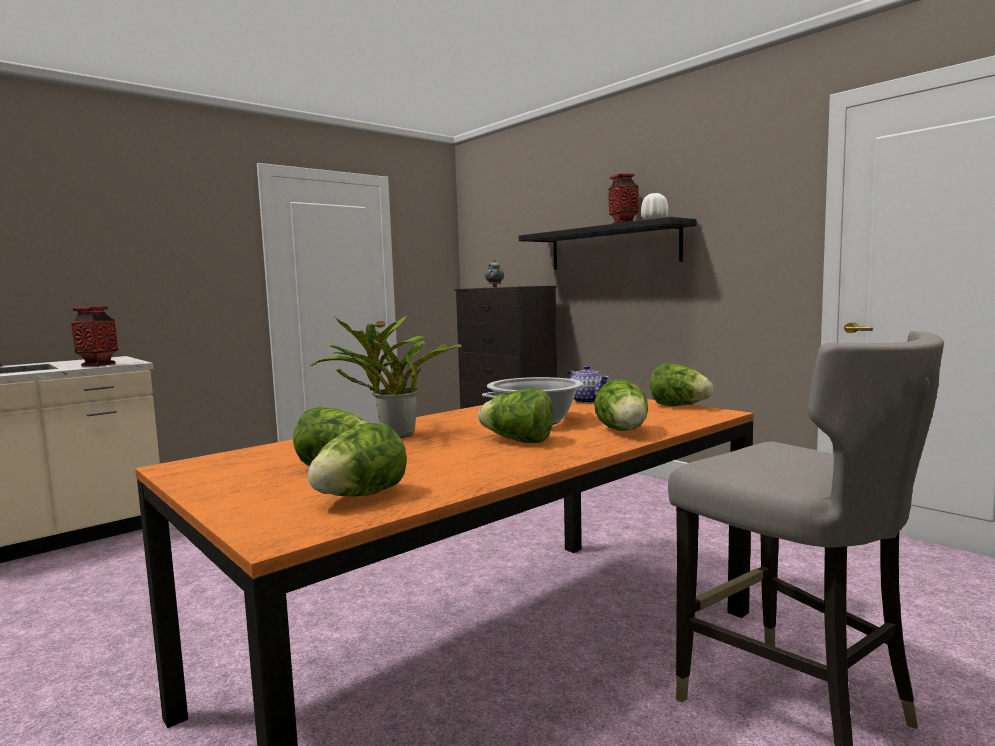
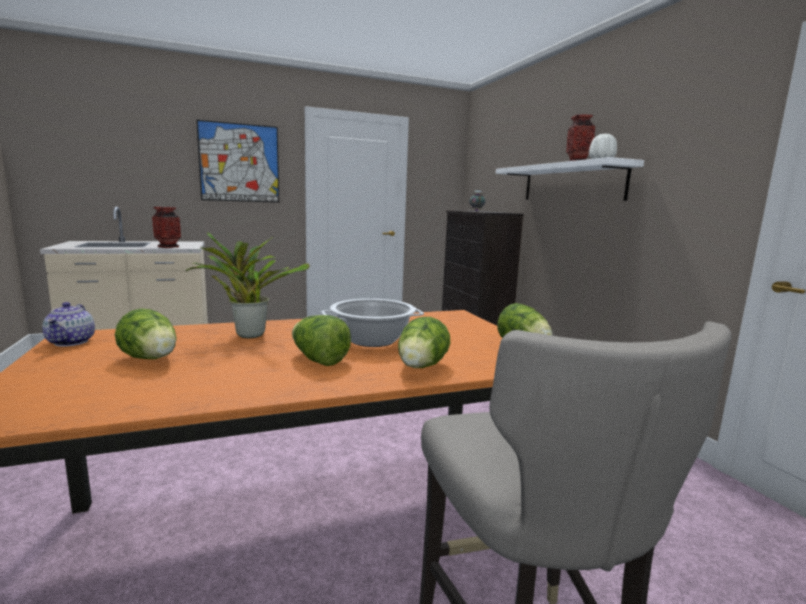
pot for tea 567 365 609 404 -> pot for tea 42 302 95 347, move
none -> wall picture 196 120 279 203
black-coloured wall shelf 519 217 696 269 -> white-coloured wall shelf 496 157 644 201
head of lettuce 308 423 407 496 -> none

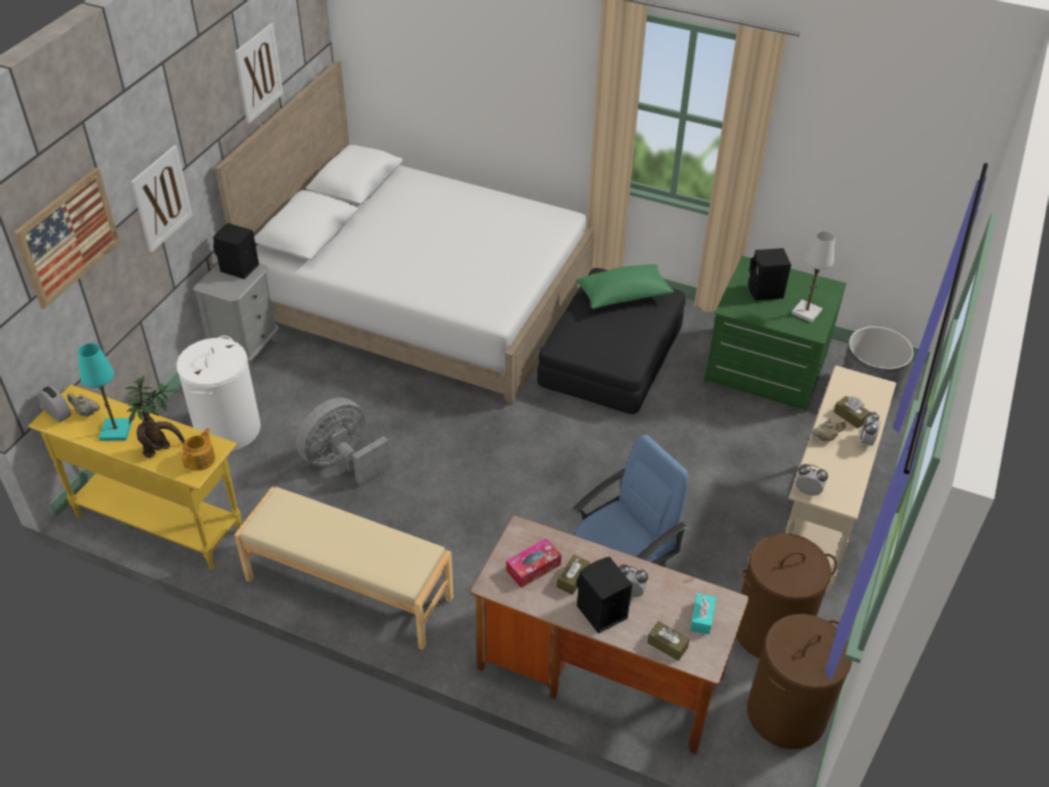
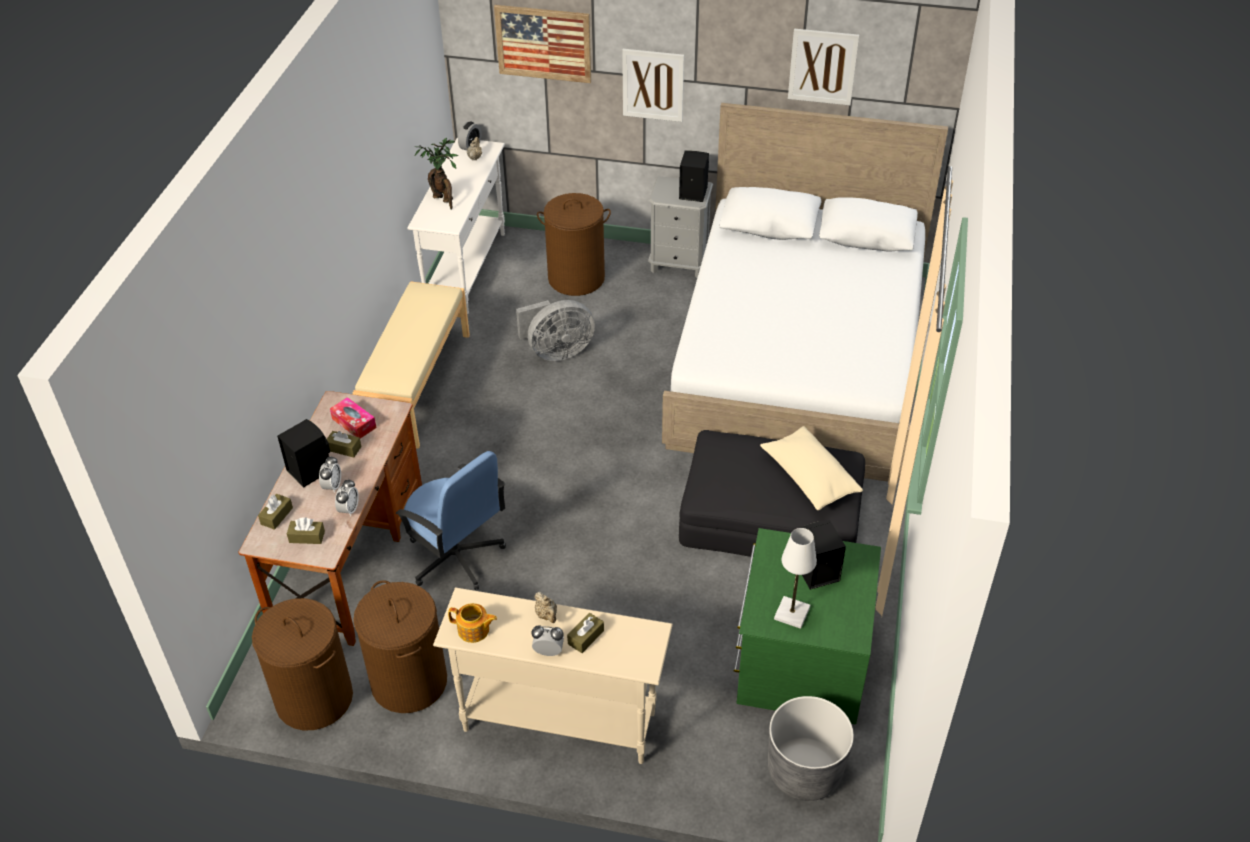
blue-green box of tissues 690 593 716 635 -> brown box of tissues 287 517 325 544
table clock 796 464 828 496 -> table clock 335 479 359 517, move
yellow console table 28 385 242 570 -> white-coloured console table 407 138 505 314
pot for tea 182 428 215 471 -> pot for tea 448 603 497 643, move
grey cooling fan 296 398 391 486 -> grey cooling fan 516 300 595 361, 120 degrees clockwise
white-coloured hamper 176 335 261 451 -> brown hamper 537 193 611 296
green cushion 576 264 674 309 -> beige cushion 760 426 863 510
blue-green tabletop lamp 78 343 132 441 -> none

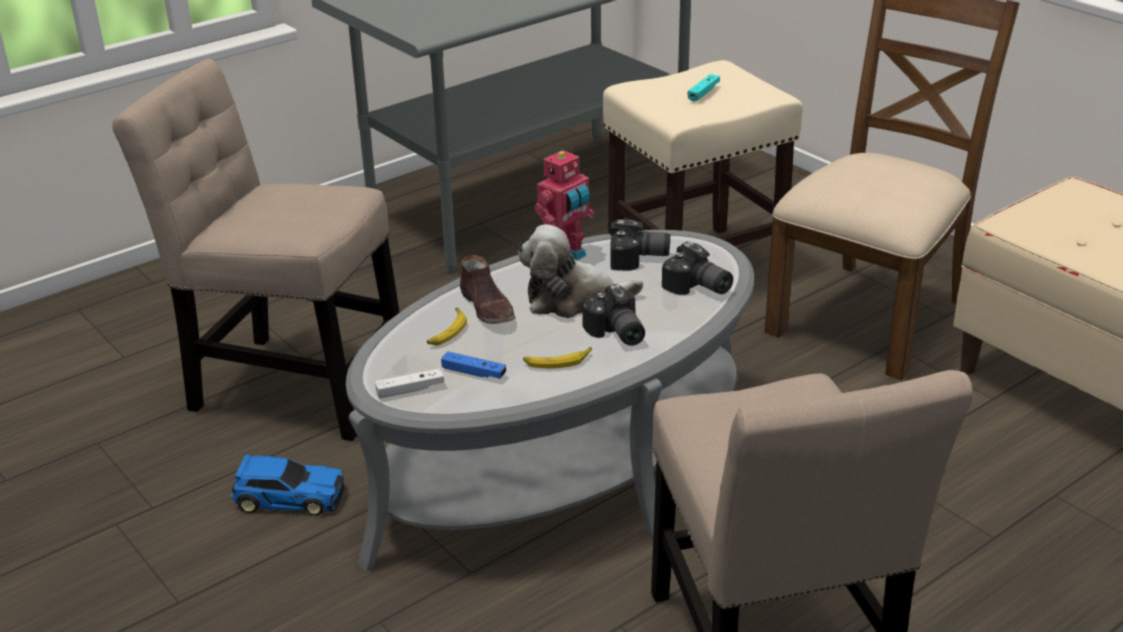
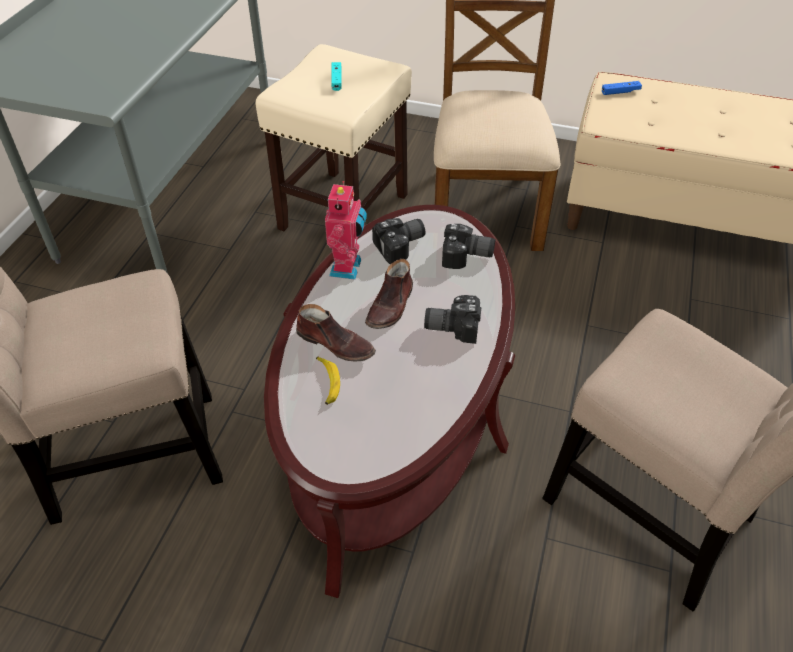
grey coffee table 346 230 754 572 -> brown coffee table 264 205 515 598
plush toy 518 224 643 318 -> brown item of footwear 365 259 413 329
photo camera 582 284 645 346 -> photo camera 424 295 481 344, 150 degrees clockwise
blue joypad 441 351 506 379 -> blue joypad 602 81 642 95, move
miniature car 231 454 345 516 -> none
white-coloured joypad 375 368 444 398 -> none
banana fruit 523 347 592 368 -> none

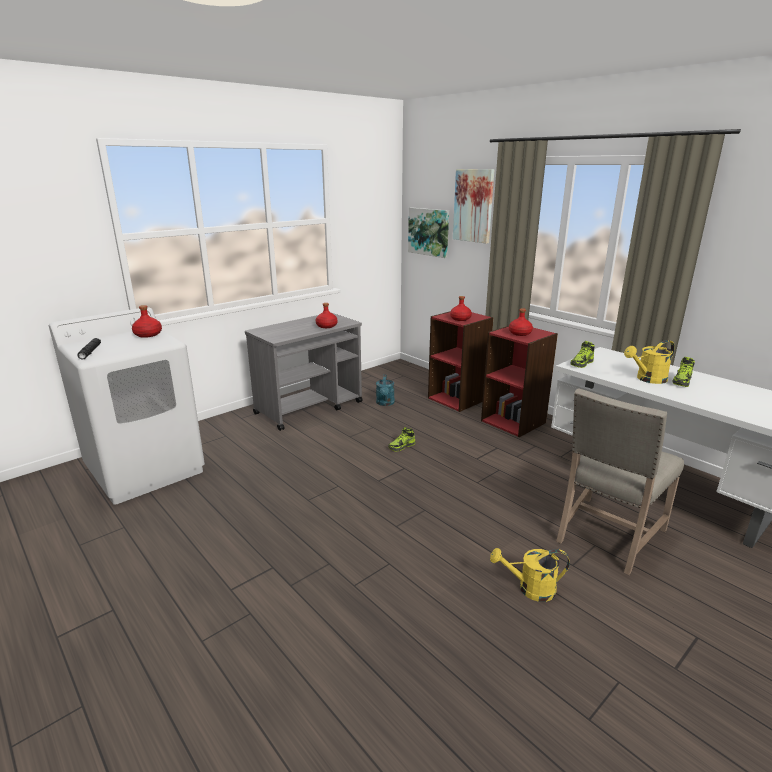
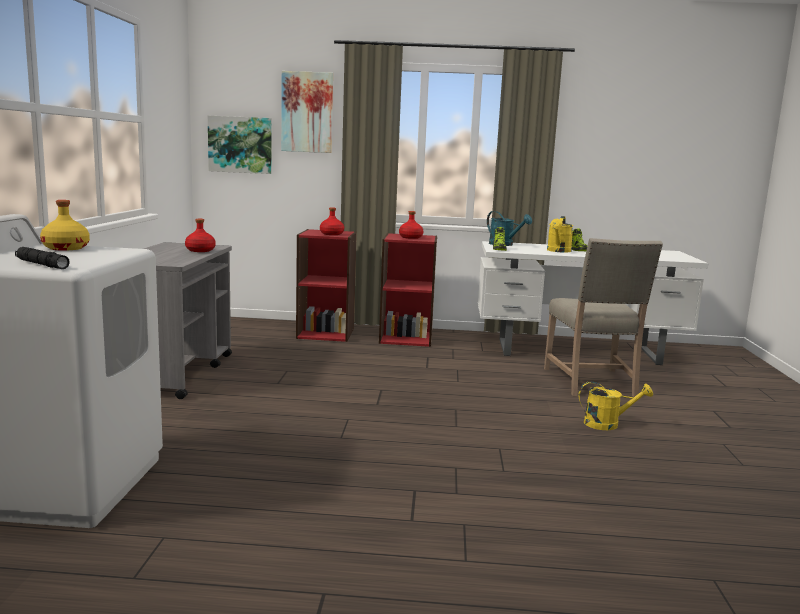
red beverage bottle 132 305 162 338 -> yellow beverage bottle 40 200 90 251
blue-green watering can 376 374 395 406 -> blue-green watering can 487 211 532 246, move
yellow watering can 490 548 570 602 -> yellow watering can 579 381 653 430, 135 degrees counterclockwise
item of footwear 388 427 416 451 -> none

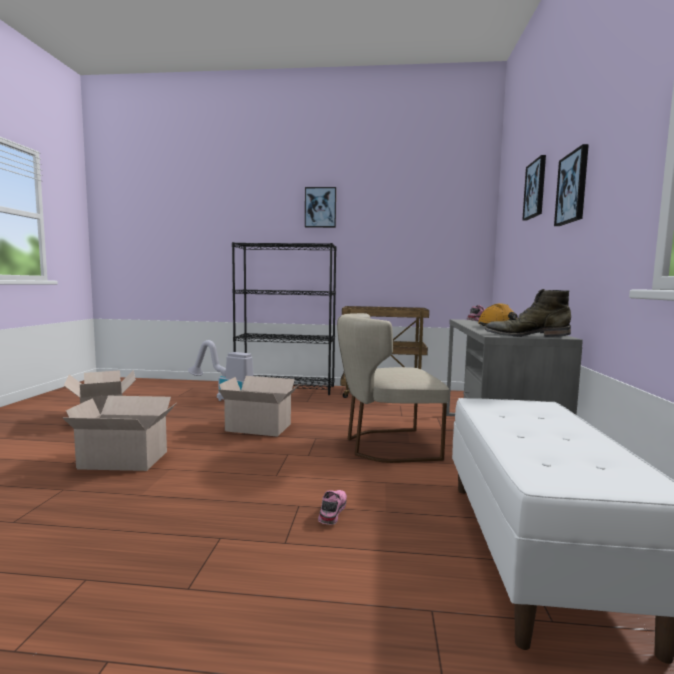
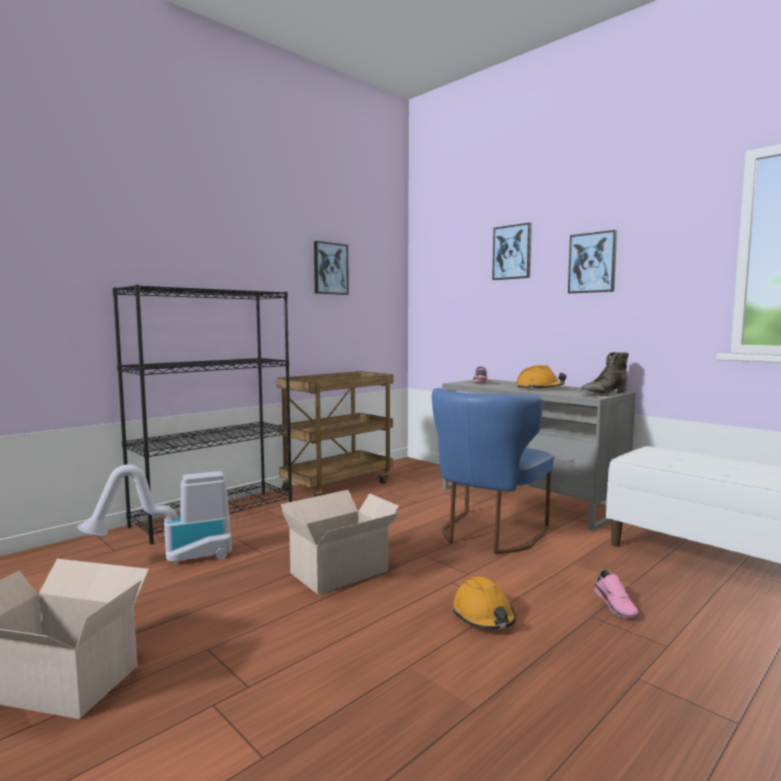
wall picture 305 187 336 228 -> wall picture 314 241 349 295, move
beige chair 337 313 449 463 -> blue chair 432 388 554 554
none -> orange-coloured work helmet 453 577 516 629
pinkish item of footwear 318 490 347 525 -> pinkish item of footwear 594 570 639 618, 150 degrees counterclockwise
carton 62 396 176 471 -> none

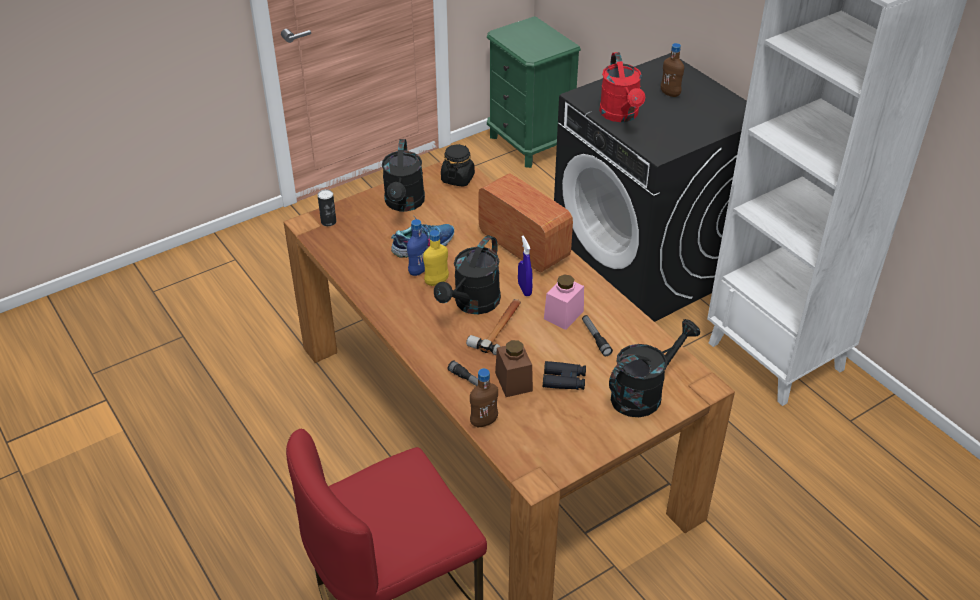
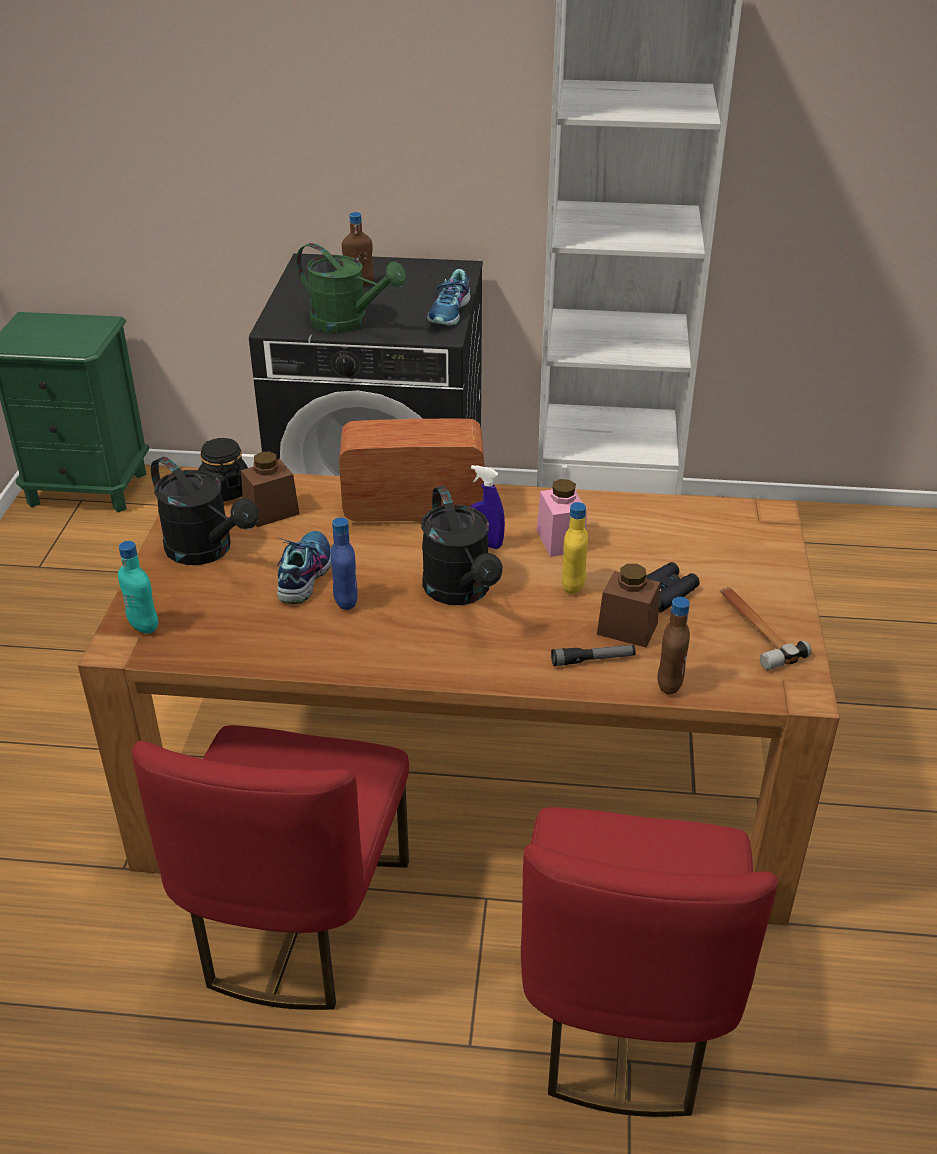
metal can 317 189 336 226 -> blue-green beverage bottle 118 541 158 634
none -> red chair 132 725 409 1010
none -> brown preserve jar 241 451 299 527
red watering can 599 52 645 122 -> green watering can 296 243 406 333
none -> item of footwear 427 269 471 326
yellow beverage bottle 423 230 449 286 -> yellow beverage bottle 562 502 588 594, move
tool hammer 466 299 521 355 -> tool hammer 720 587 812 670, move
flashlight 582 315 613 356 -> none
black-coloured watering can 609 319 700 417 -> none

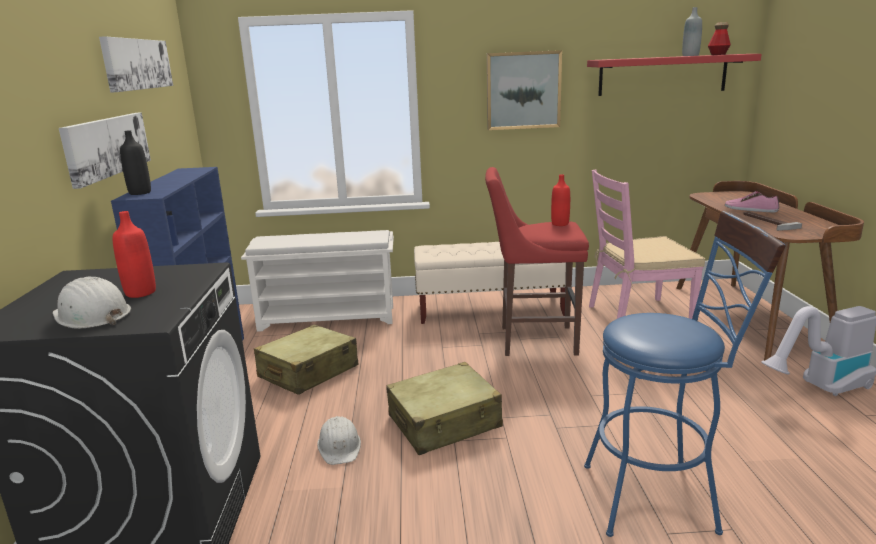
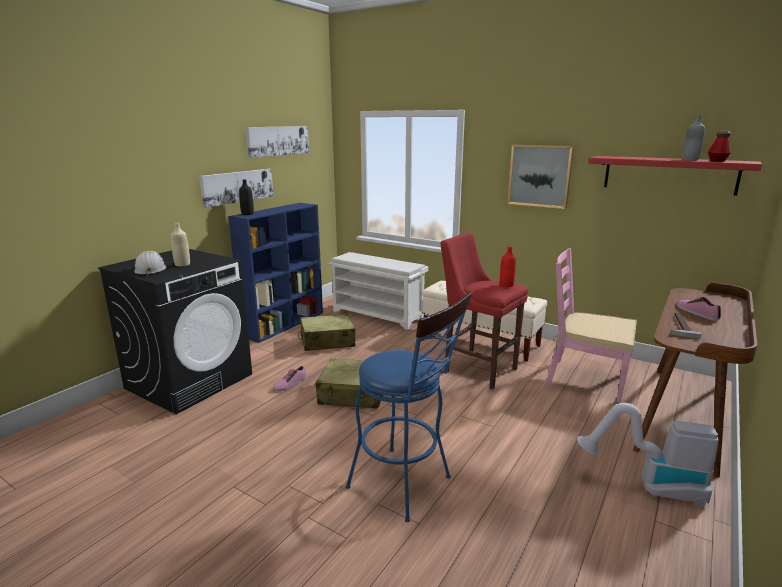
red beverage bottle 112 211 156 298 -> beige beverage bottle 171 223 190 267
white-coloured work helmet 317 416 361 465 -> item of footwear 273 366 307 392

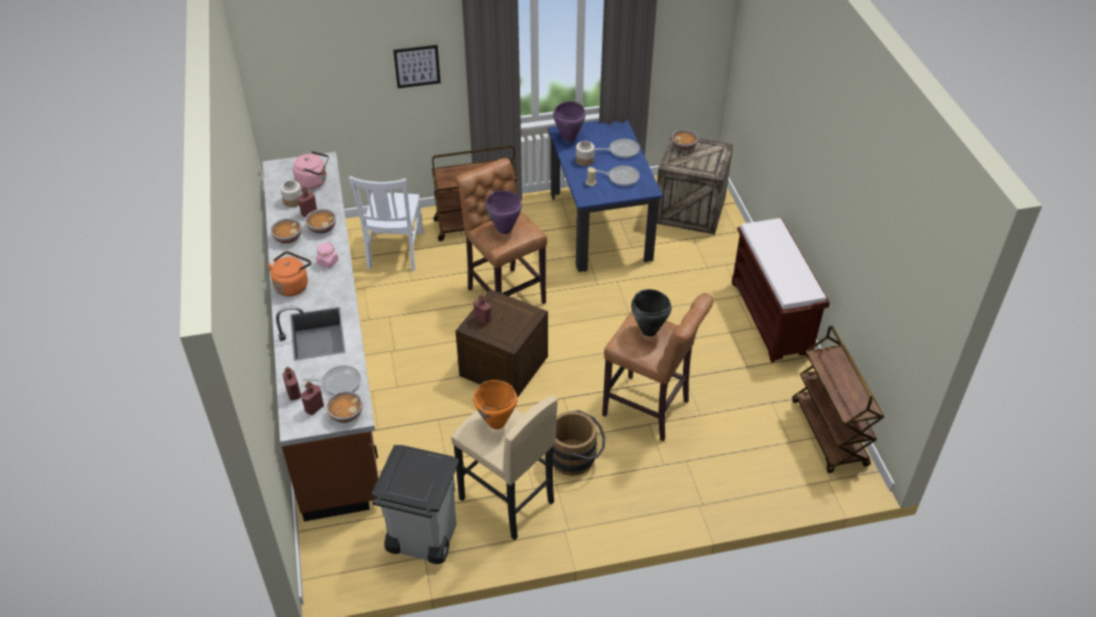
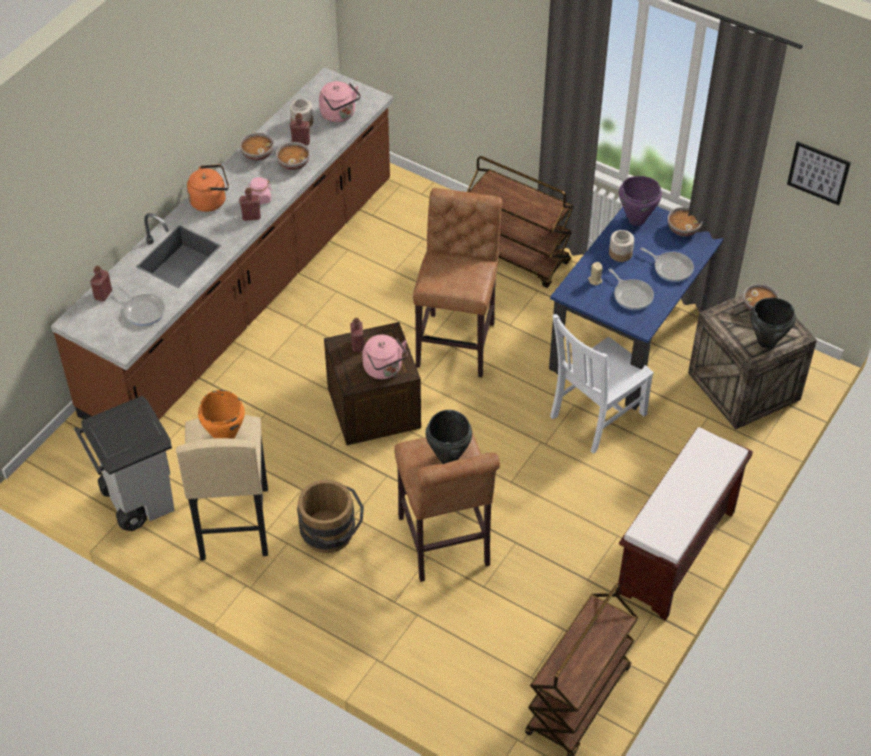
red beverage bottle 301 381 324 415 -> red beverage bottle 239 188 261 221, move
none -> pinkish water kettle 362 335 408 379
white-coloured chair 349 176 424 271 -> white-coloured chair 550 314 654 453, move
bowl 326 391 363 423 -> bowl 667 207 703 237, move
none -> black-coloured stockpot 750 298 796 349
wall picture 393 45 441 88 -> wall picture 787 141 851 205, move
purple-coloured stockpot 486 190 522 234 -> none

